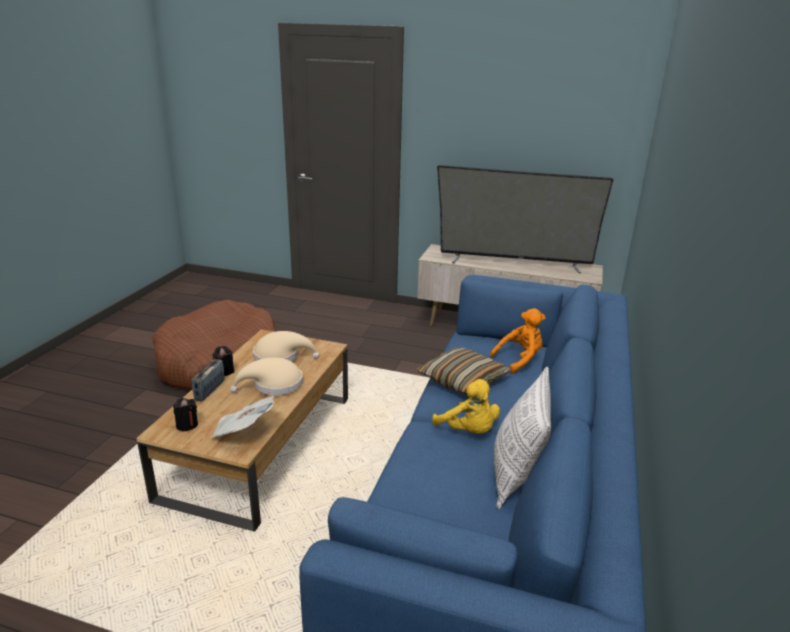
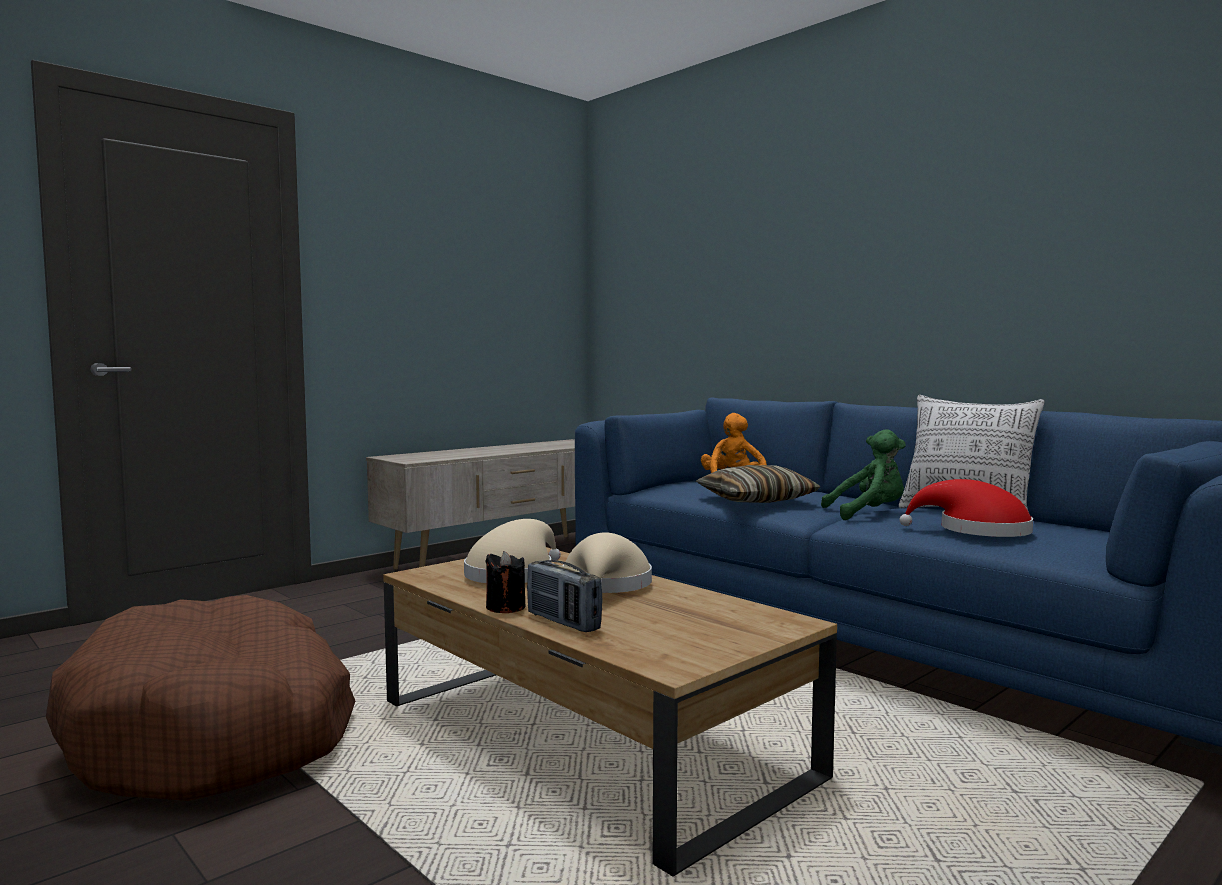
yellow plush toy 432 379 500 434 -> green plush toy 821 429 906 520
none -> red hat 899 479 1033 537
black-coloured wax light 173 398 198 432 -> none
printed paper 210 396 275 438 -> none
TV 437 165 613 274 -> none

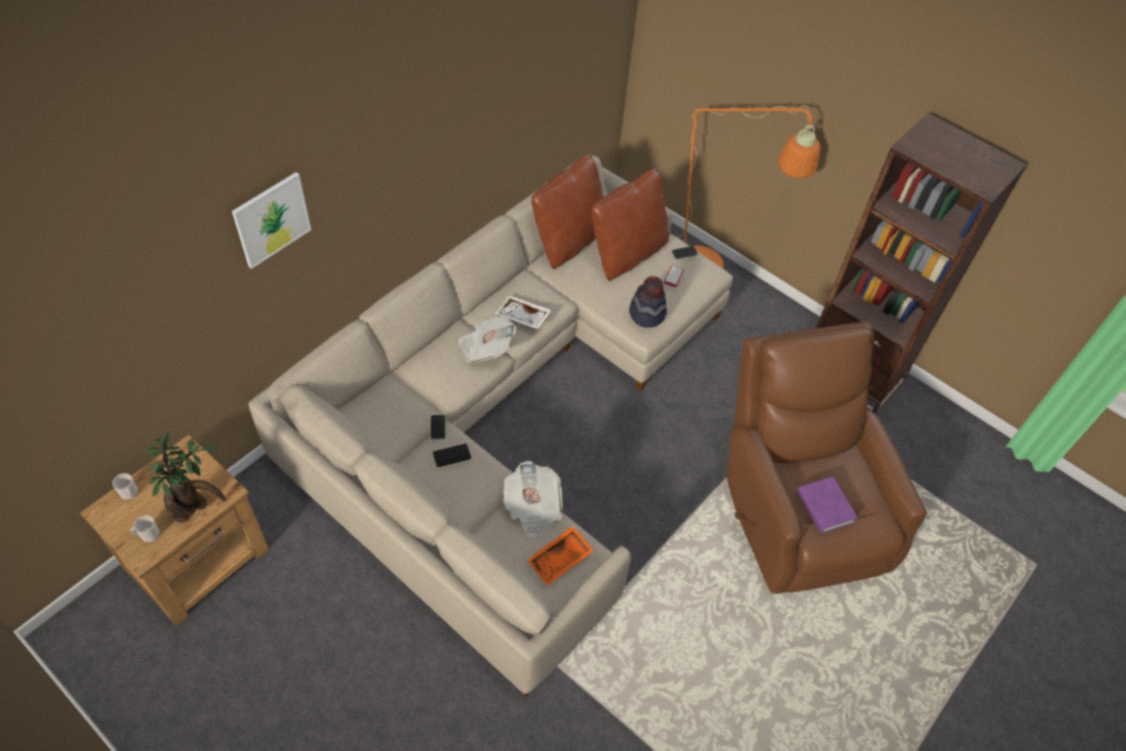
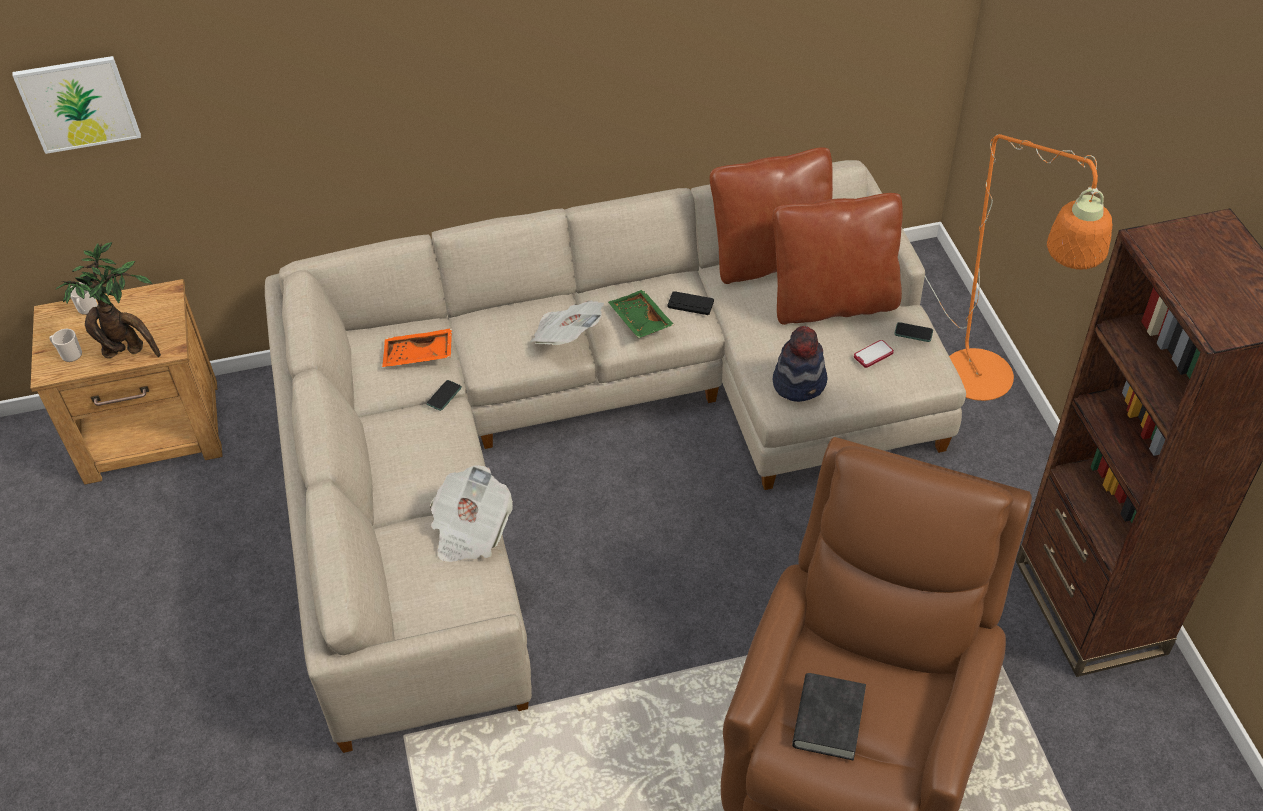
wall picture 232 172 311 269 -> wall picture 12 56 141 154, move
orange-coloured serving tray 527 526 594 586 -> orange-coloured serving tray 382 328 452 367, move
white-coloured serving tray 495 295 552 329 -> green serving tray 608 290 674 338
black-coloured joypad 433 443 471 467 -> black-coloured joypad 668 291 714 315, move
purple-coloured book 797 476 858 534 -> black-coloured book 792 673 866 760

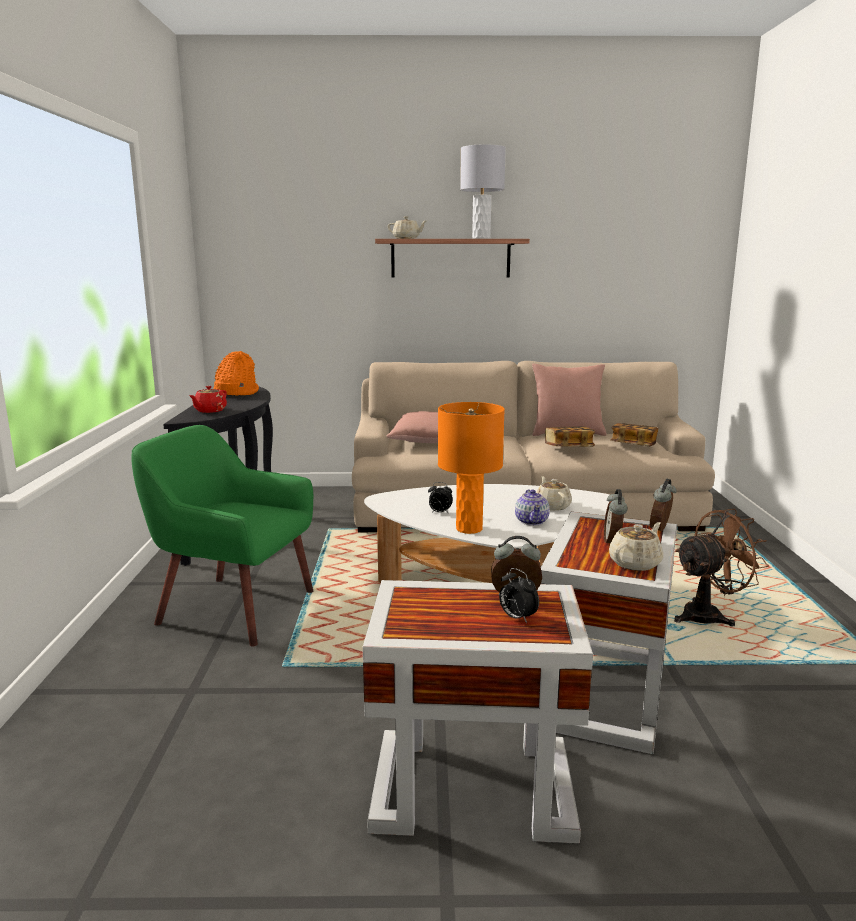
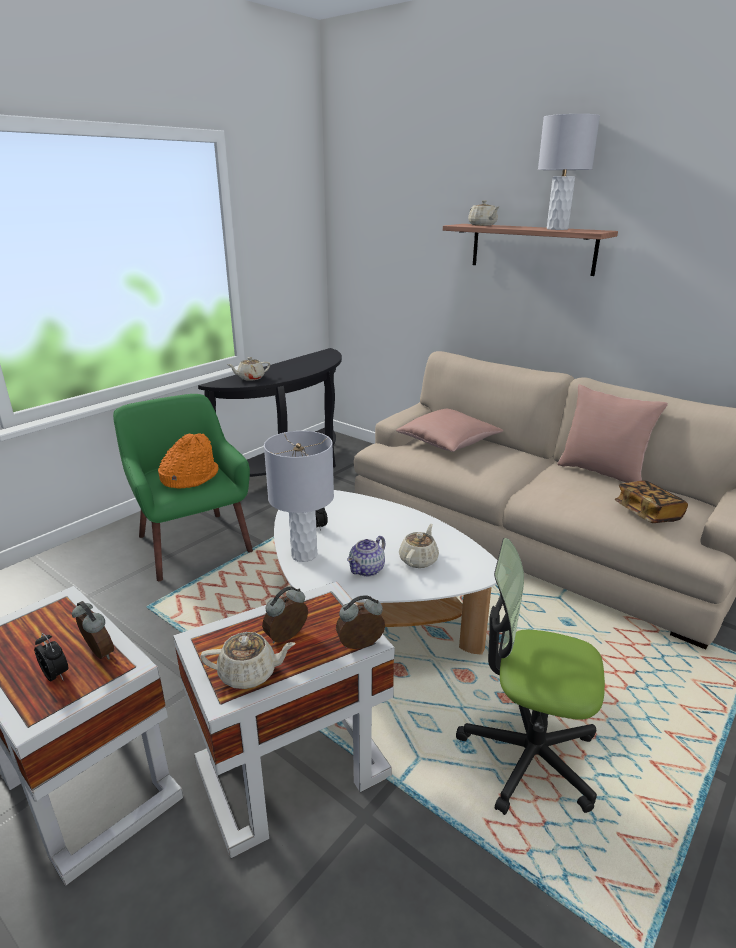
table clock 499 568 539 623 -> table clock 34 633 68 681, 135 degrees clockwise
orange-coloured hat 213 351 259 395 -> orange-coloured hat 158 433 218 489, move
red pot for tea 190 386 227 413 -> beige pot for tea 227 357 270 381
orange-coloured tabletop lamp 438 402 505 534 -> grey tabletop lamp 264 431 334 562
brown cooling fan 674 509 769 627 -> desk chair 456 538 605 815
book 545 426 595 447 -> none

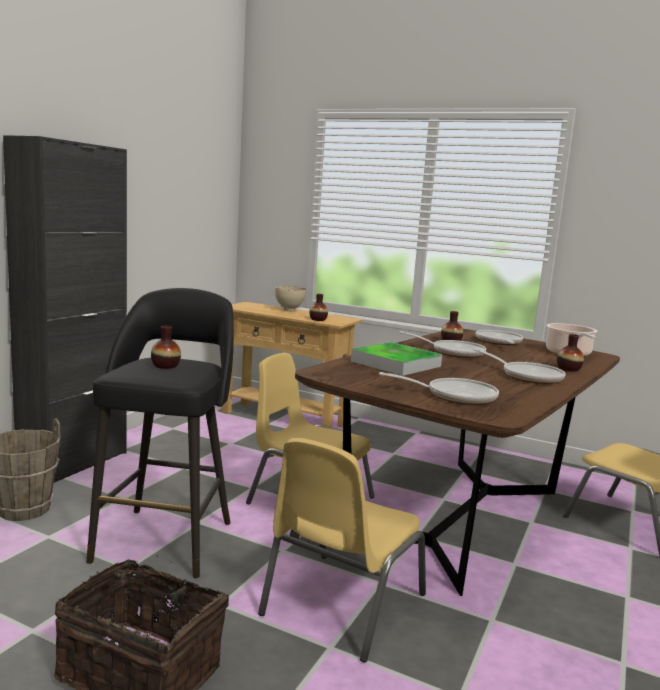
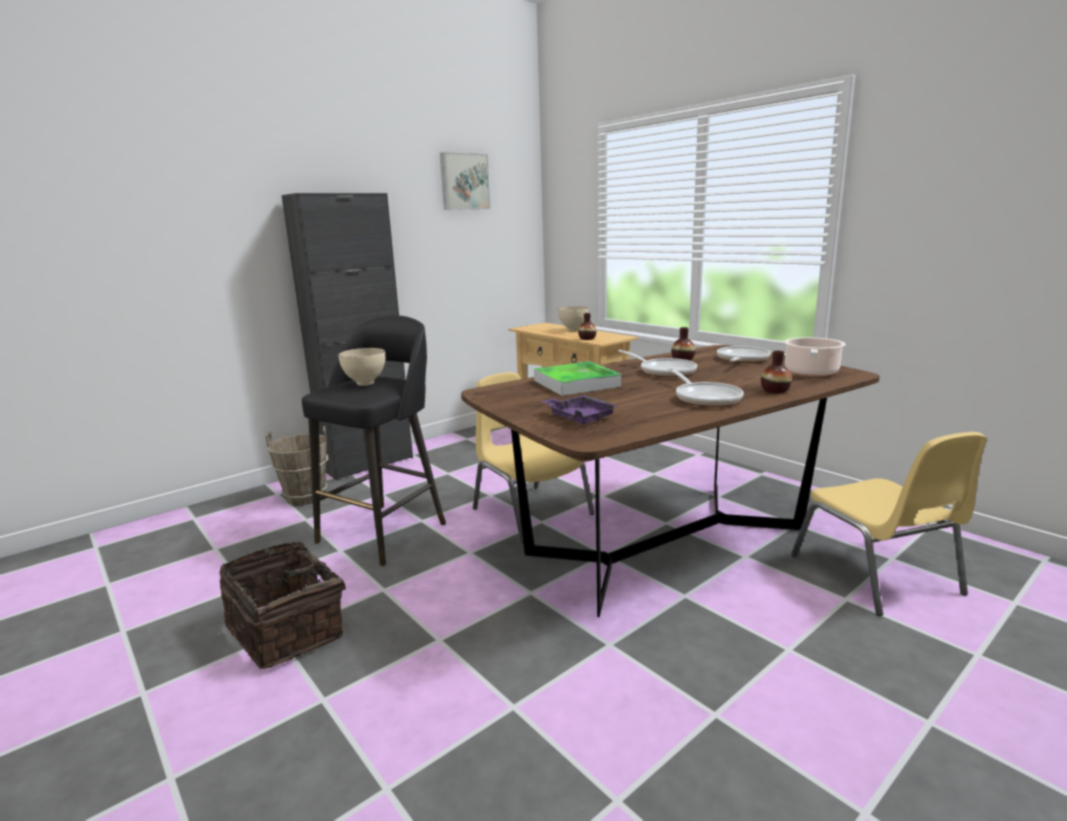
flower vase 151 326 181 369 -> beige bowl 338 348 385 386
none -> wall picture 440 152 491 210
skillet 379 372 499 405 -> purple-coloured serving tray 541 395 618 424
yellow chair 258 438 426 663 -> none

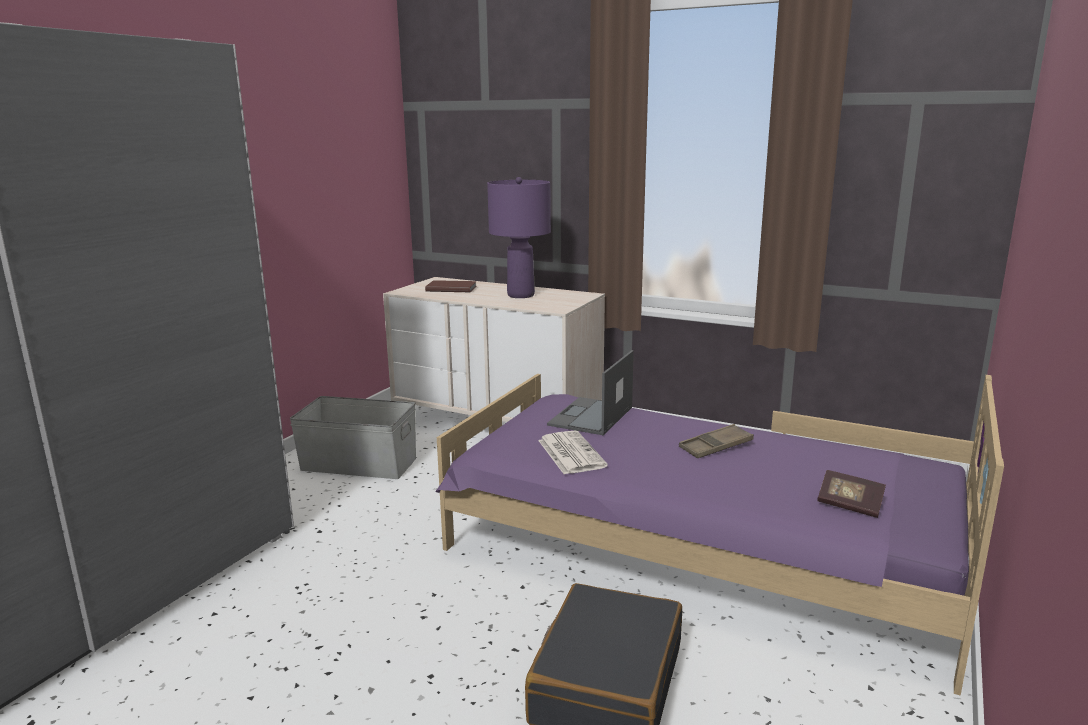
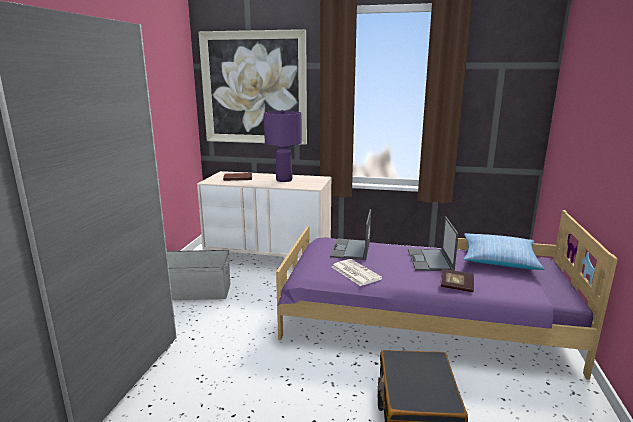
none -> wall picture 198 29 307 145
brown serving tray 679 424 754 458 -> laptop 408 216 459 271
book 817 470 886 518 -> book 441 269 474 292, move
none -> cushion 464 233 545 270

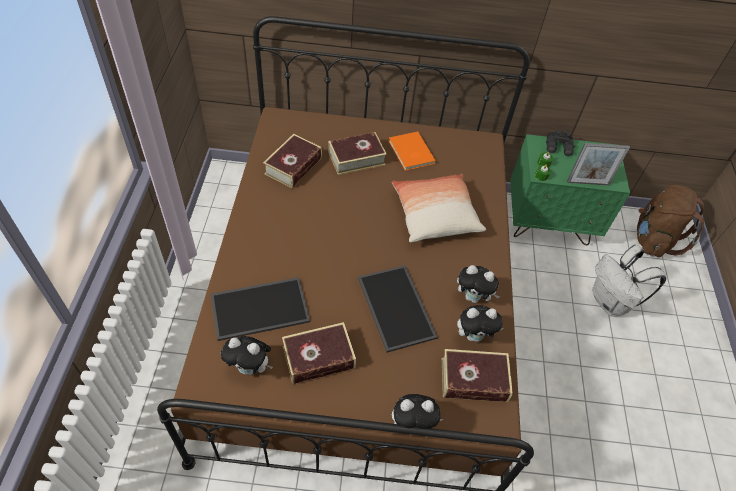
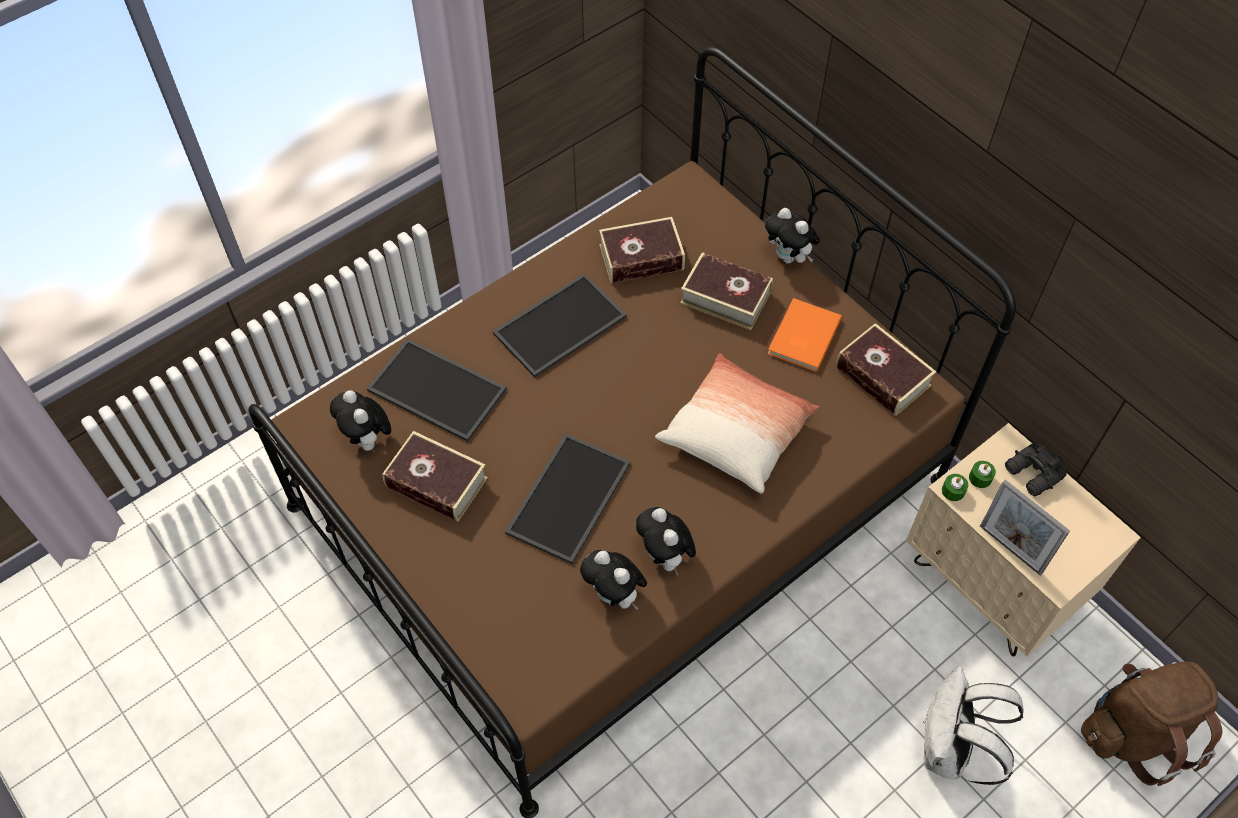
none -> serving tray 493 274 627 378
plush toy 392 394 443 429 -> plush toy 765 208 820 264, move
book 442 349 513 402 -> book 836 323 936 416, move
green bedside table 510 134 630 245 -> beige bedside table 906 423 1141 656

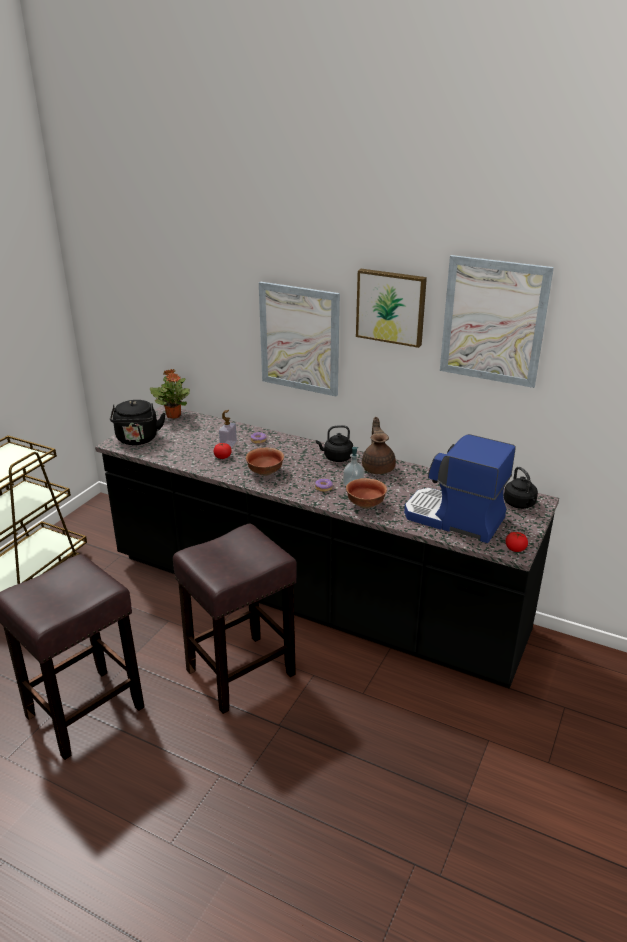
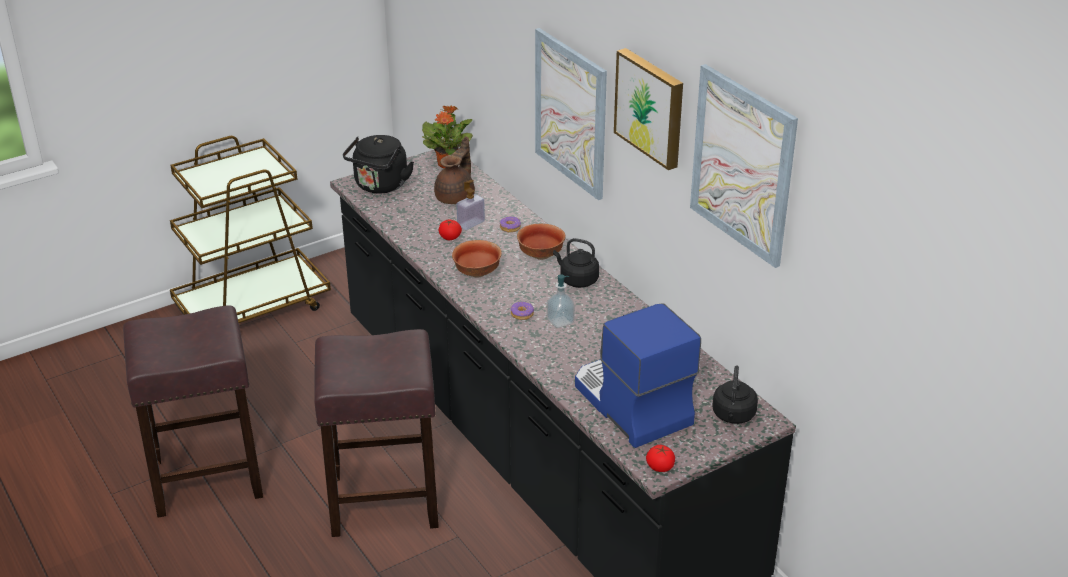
brown pot for tea 362 417 396 474 -> brown pot for tea 434 136 475 204, move
bowl 346 478 387 509 -> bowl 517 224 565 260, move

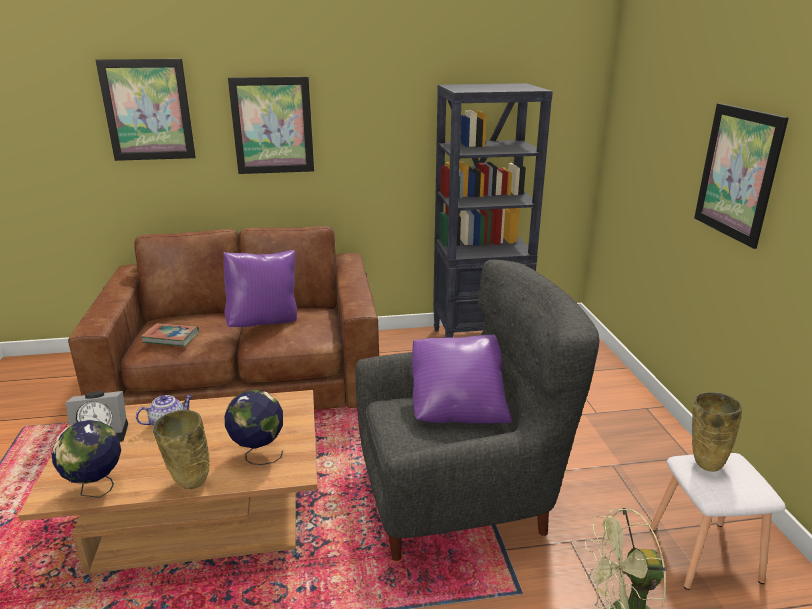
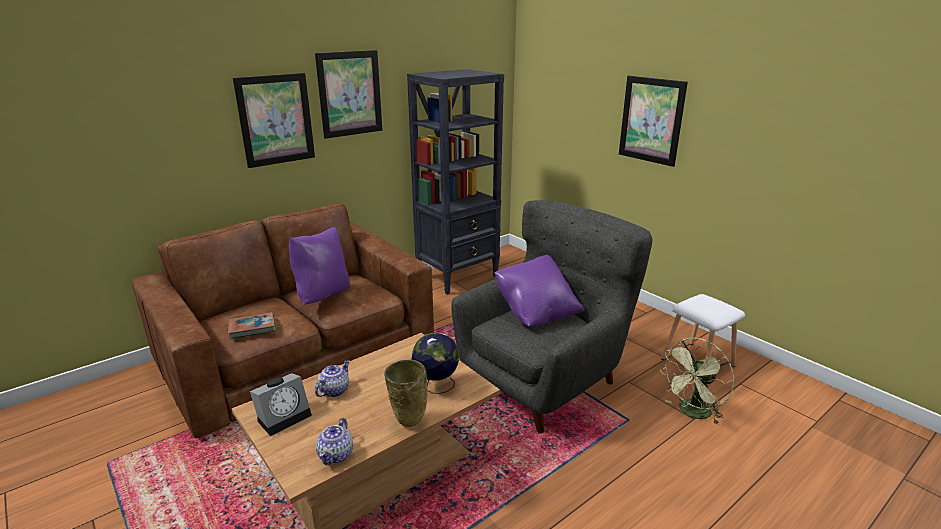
wall picture 96 59 196 161 -> wall picture 315 50 382 139, move
desk globe 51 420 121 498 -> pot for tea 316 418 353 465
beige flower vase 692 392 742 472 -> none

